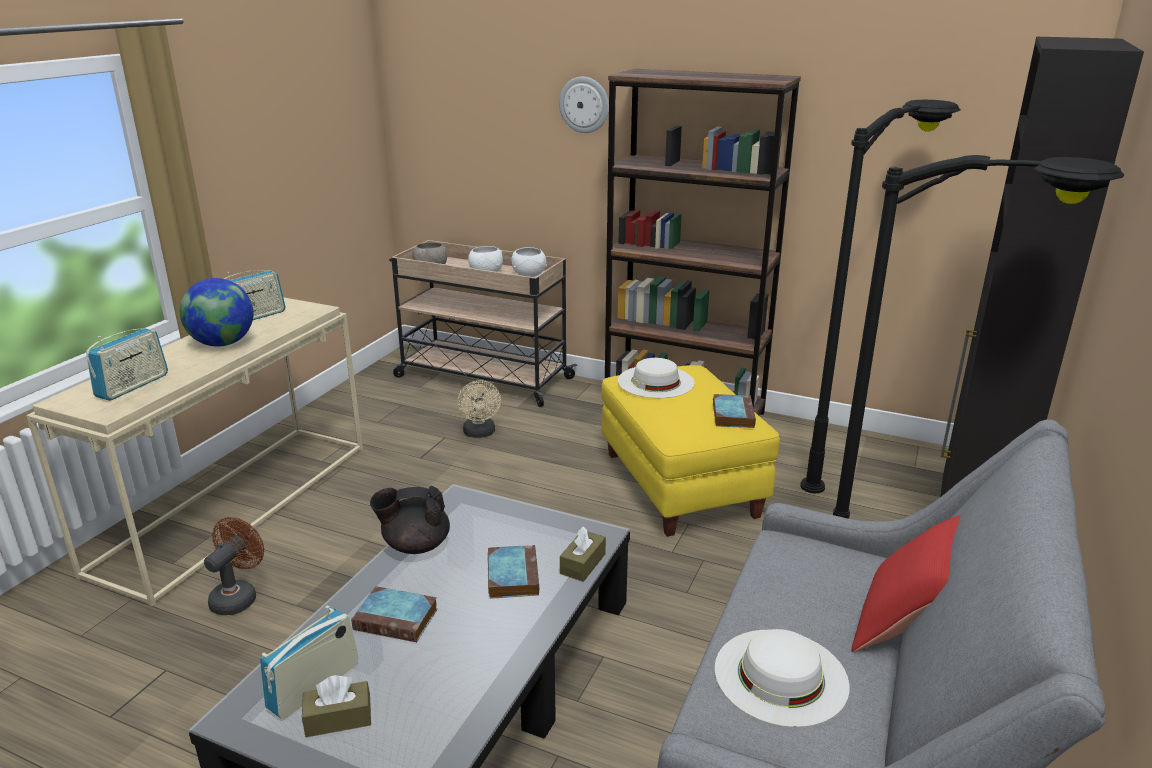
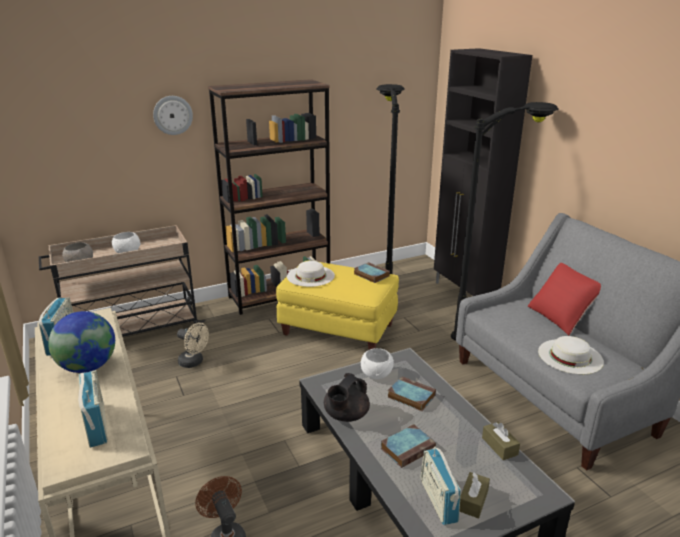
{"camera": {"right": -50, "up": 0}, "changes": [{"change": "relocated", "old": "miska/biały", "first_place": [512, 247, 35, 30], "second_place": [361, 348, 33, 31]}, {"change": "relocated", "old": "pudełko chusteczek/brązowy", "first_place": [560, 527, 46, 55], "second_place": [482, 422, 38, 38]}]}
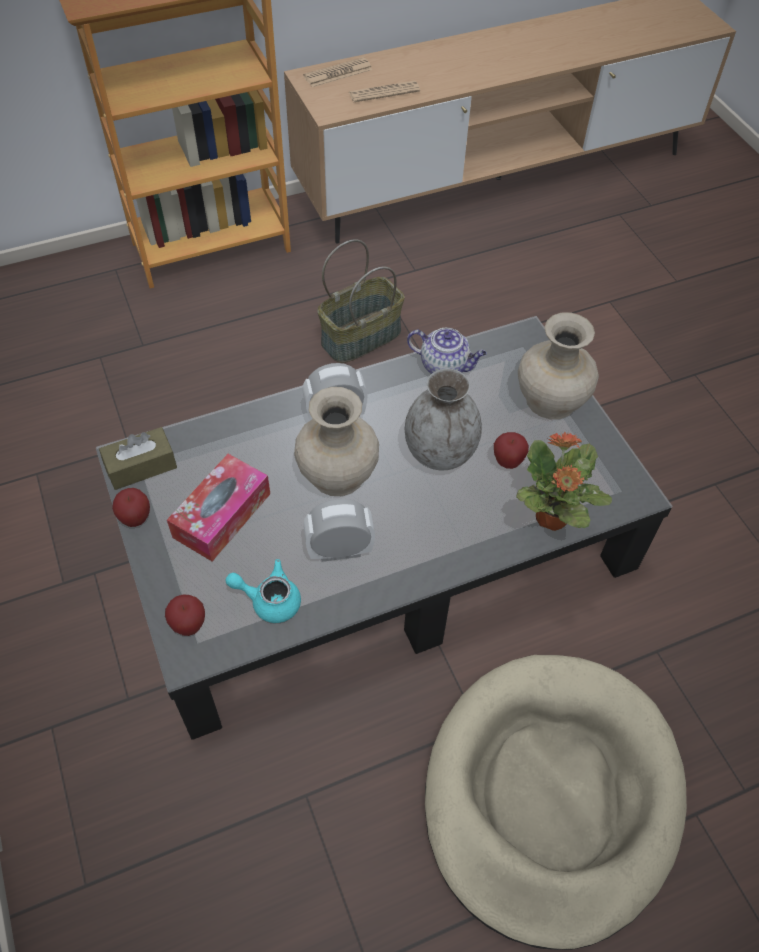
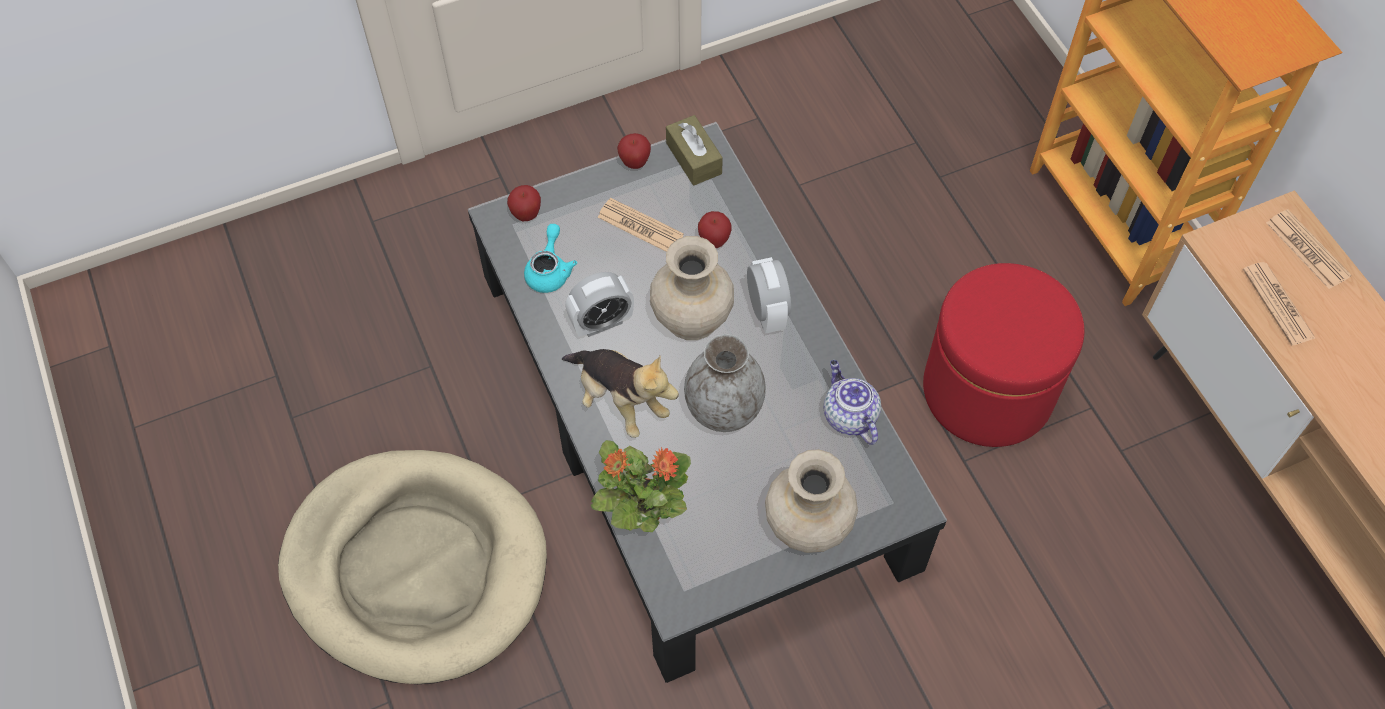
{"camera": {"right": 90, "up": 5}, "changes": [{"change": "appeared", "new": "pluszak", "second_place": [562, 349, 117, 89]}, {"change": "relocated", "old": "jabłko", "first_place": [494, 432, 35, 37], "second_place": [698, 211, 34, 37]}, {"change": "exchanged", "old": "pudełko chusteczek", "new": "gazeta", "first_place": [167, 454, 103, 107], "second_place": [597, 198, 87, 54]}, {"change": "exchanged", "old": "koszyk", "new": "pufa/czerwony", "first_place": [317, 239, 88, 124], "second_place": [923, 263, 161, 184]}, {"change": "spun", "old": "budzik", "first_place": [303, 499, 72, 63], "second_place": [565, 272, 69, 65], "degrees": 75}, {"change": "spun", "old": "imbryk", "first_place": [407, 328, 80, 46], "second_place": [824, 360, 57, 85], "degrees": 135}]}
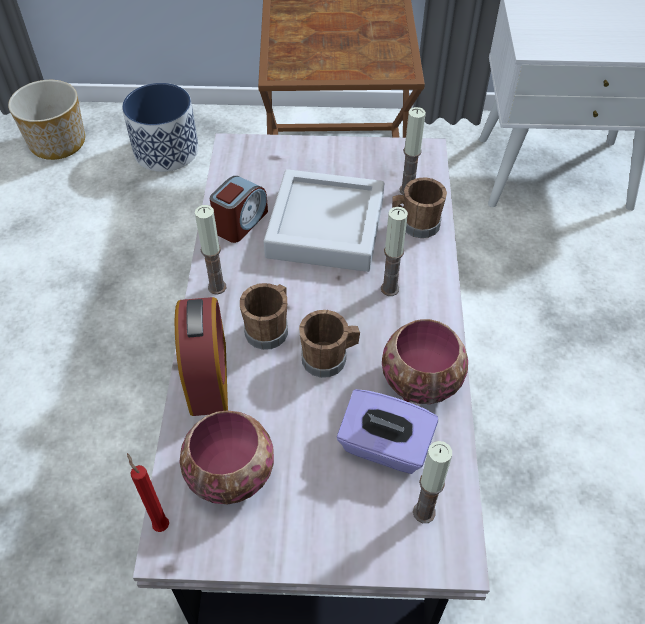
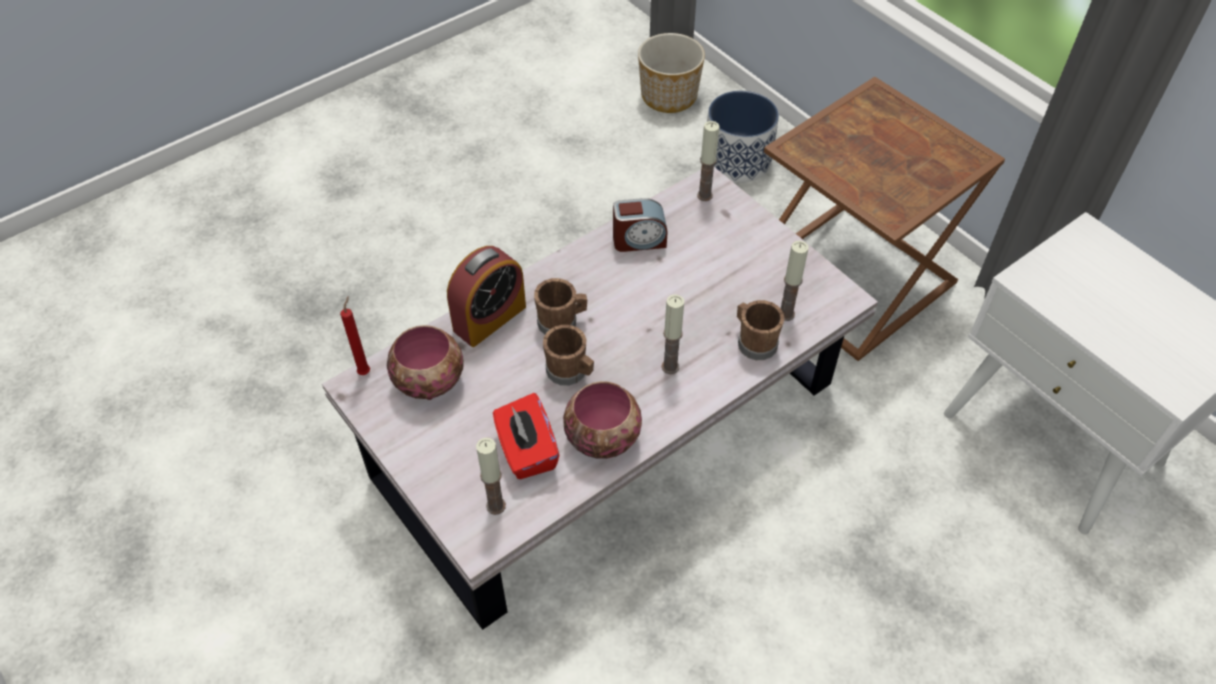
{"camera": {"right": 50, "up": 0}, "changes": [{"change": "missing", "old": "taca/szary", "first_place": [264, 169, 121, 103]}, {"change": "relocated", "old": "świeca", "first_place": [195, 205, 31, 90], "second_place": [697, 121, 23, 80]}, {"change": "colour", "old": "pudełko chusteczek/fioletowy", "new": "pudełko chusteczek/czerwony", "first_place": [337, 389, 101, 85], "second_place": [493, 393, 66, 86]}]}
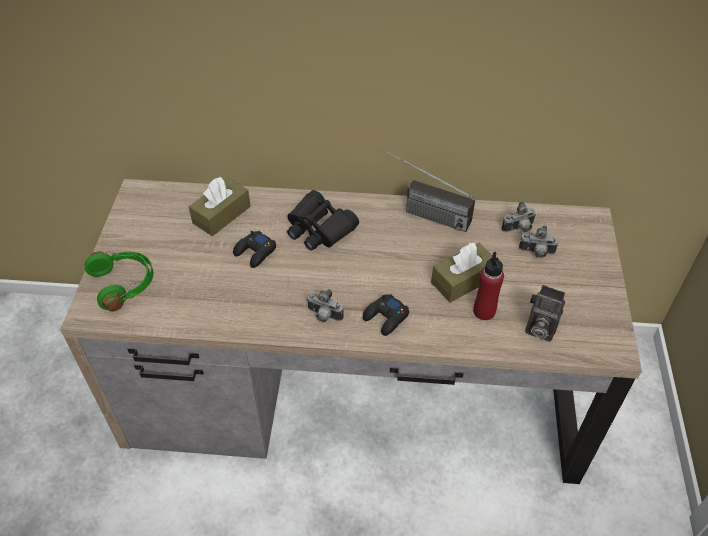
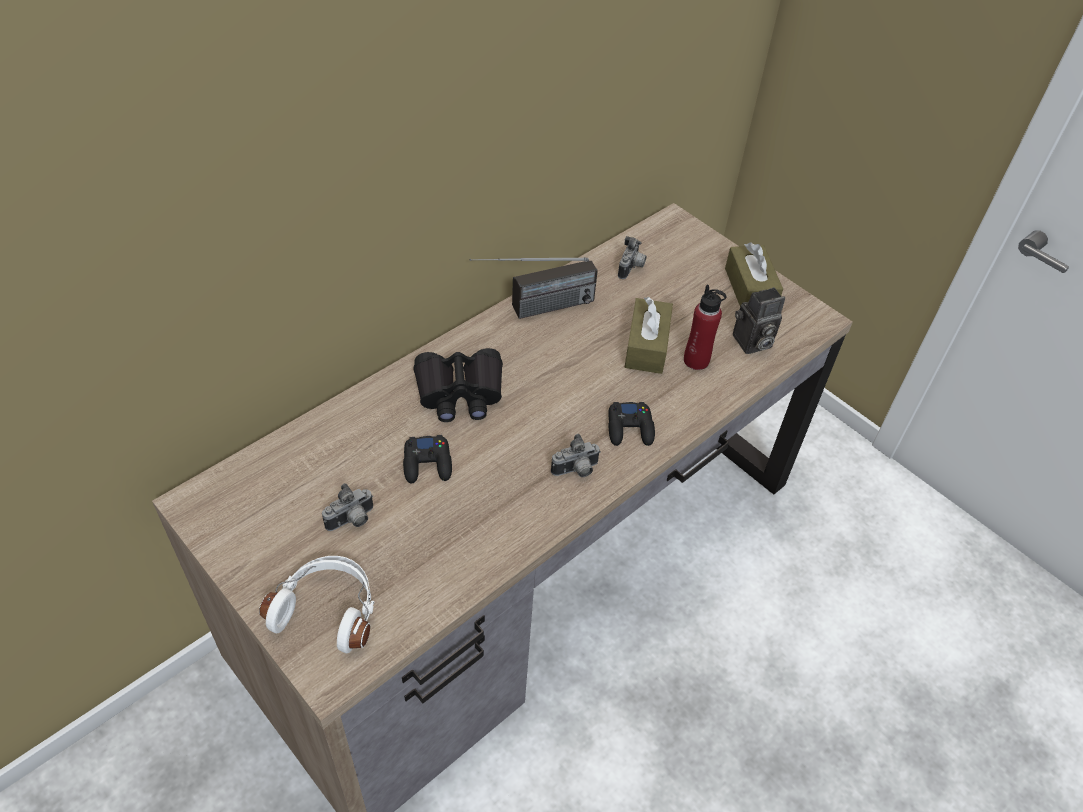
{"camera": {"right": -50, "up": 0}, "changes": [{"change": "relocated", "old": "pudełko chusteczek/brązowy", "first_place": [189, 177, 62, 59], "second_place": [725, 243, 58, 63]}, {"change": "relocated", "old": "aparat fotograficzny", "first_place": [519, 226, 39, 32], "second_place": [322, 483, 51, 48]}, {"change": "colour", "old": "słuchawki/zielony", "new": "słuchawki/biały", "first_place": [85, 251, 69, 61], "second_place": [259, 556, 115, 97]}]}
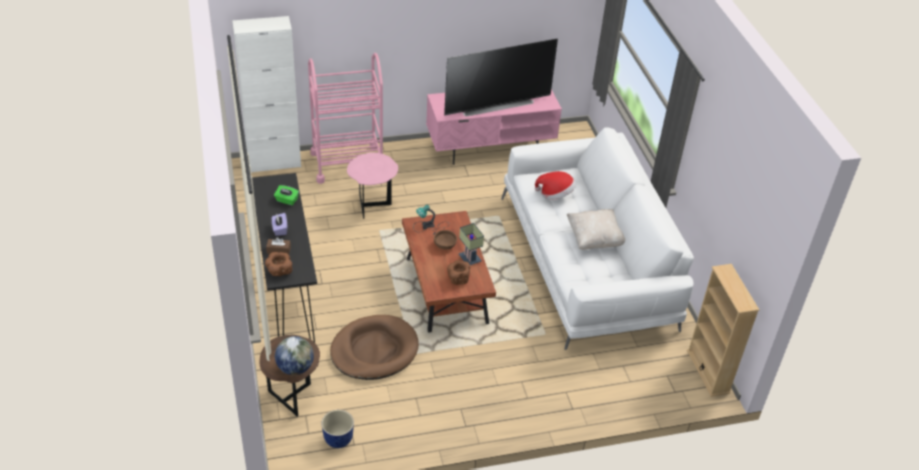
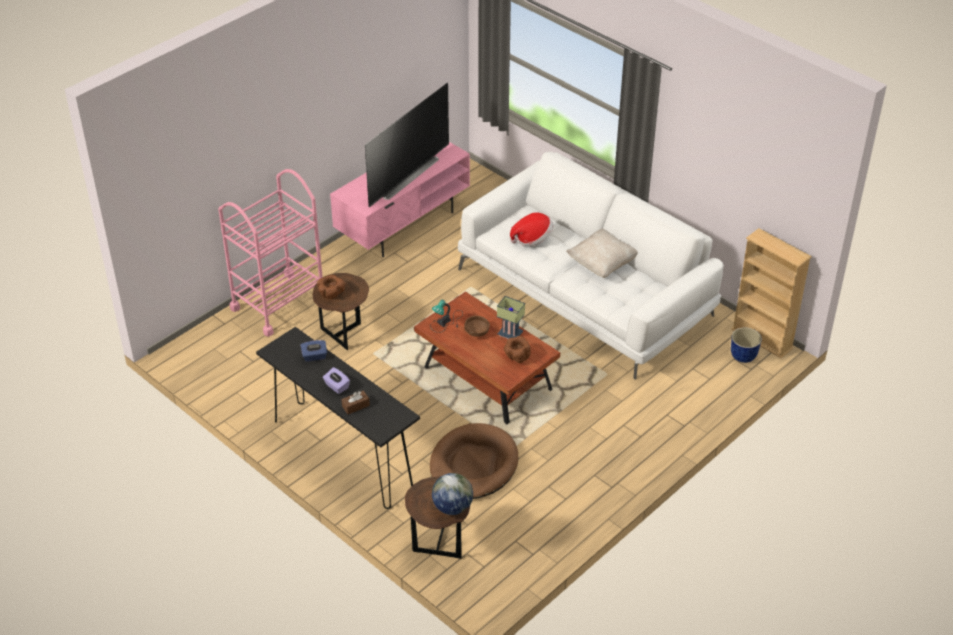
{"camera": {"right": -30, "up": 0}, "changes": [{"change": "missing", "old": "szafka/biały", "first_place": [232, 16, 69, 156]}, {"change": "relocated", "old": "miska/brązowy", "first_place": [265, 252, 27, 24], "second_place": [317, 275, 28, 24]}, {"change": "relocated", "old": "donica", "first_place": [321, 410, 33, 38], "second_place": [731, 327, 31, 36]}, {"change": "colour", "old": "pudełko chusteczek/zielony", "new": "pudełko chusteczek/niebieski", "first_place": [274, 185, 25, 20], "second_place": [301, 340, 26, 22]}, {"change": "colour", "old": "stolik/różowy", "new": "stolik/brązowy", "first_place": [347, 152, 51, 67], "second_place": [312, 273, 57, 77]}]}
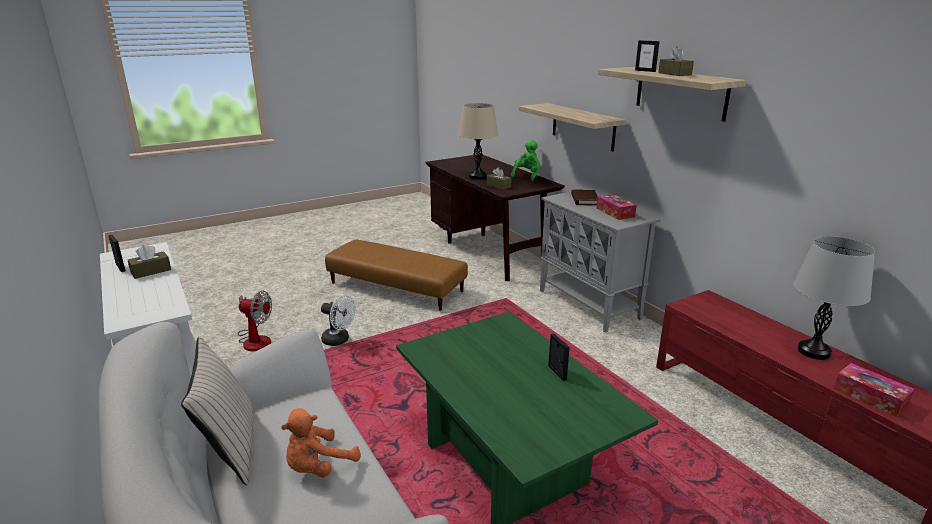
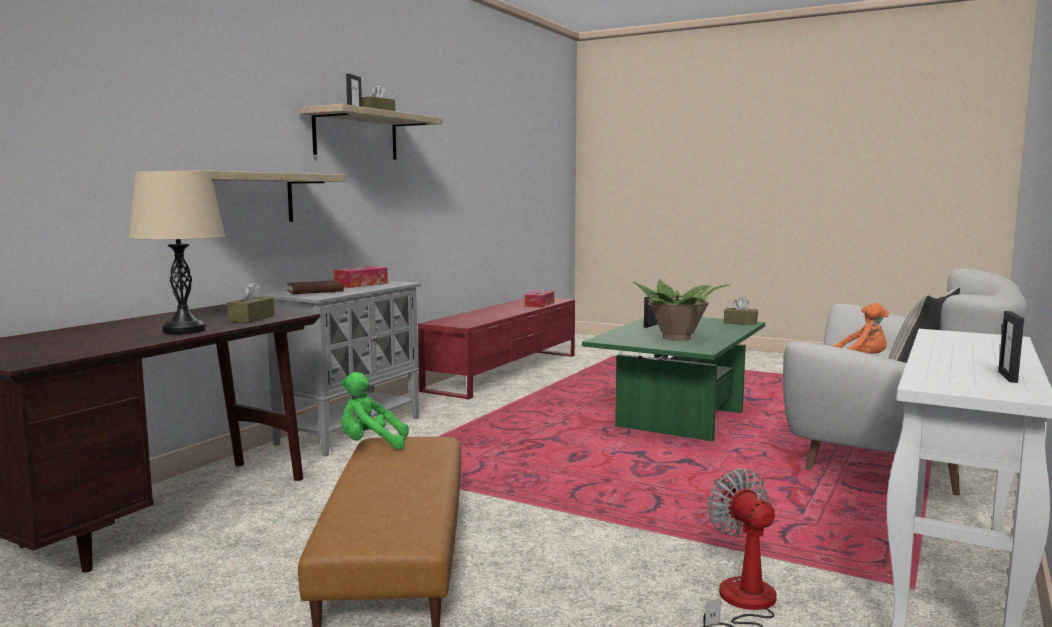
{"camera": {"right": -120, "up": -15}, "changes": [{"change": "missing", "old": "wentylator/biały", "first_place": [321, 295, 35, 51]}, {"change": "missing", "old": "lampa stołowa/szary", "first_place": [794, 236, 81, 124]}, {"change": "appeared", "new": "roślina doniczkowa", "second_place": [634, 279, 98, 62]}, {"change": "relocated", "old": "pudełko chusteczek/brązowy", "first_place": [128, 244, 43, 35], "second_place": [724, 297, 34, 28]}, {"change": "relocated", "old": "pluszak/zielony", "first_place": [511, 140, 30, 41], "second_place": [341, 372, 68, 77]}]}
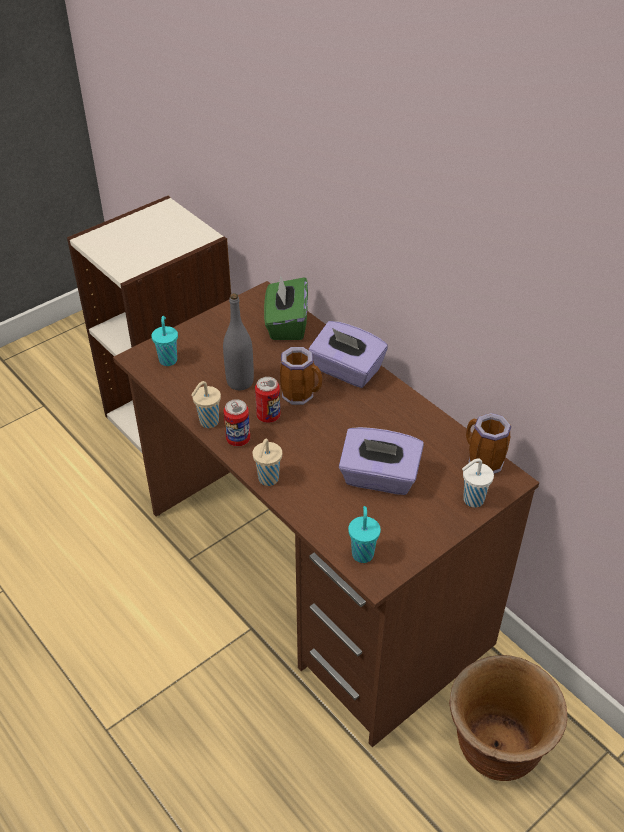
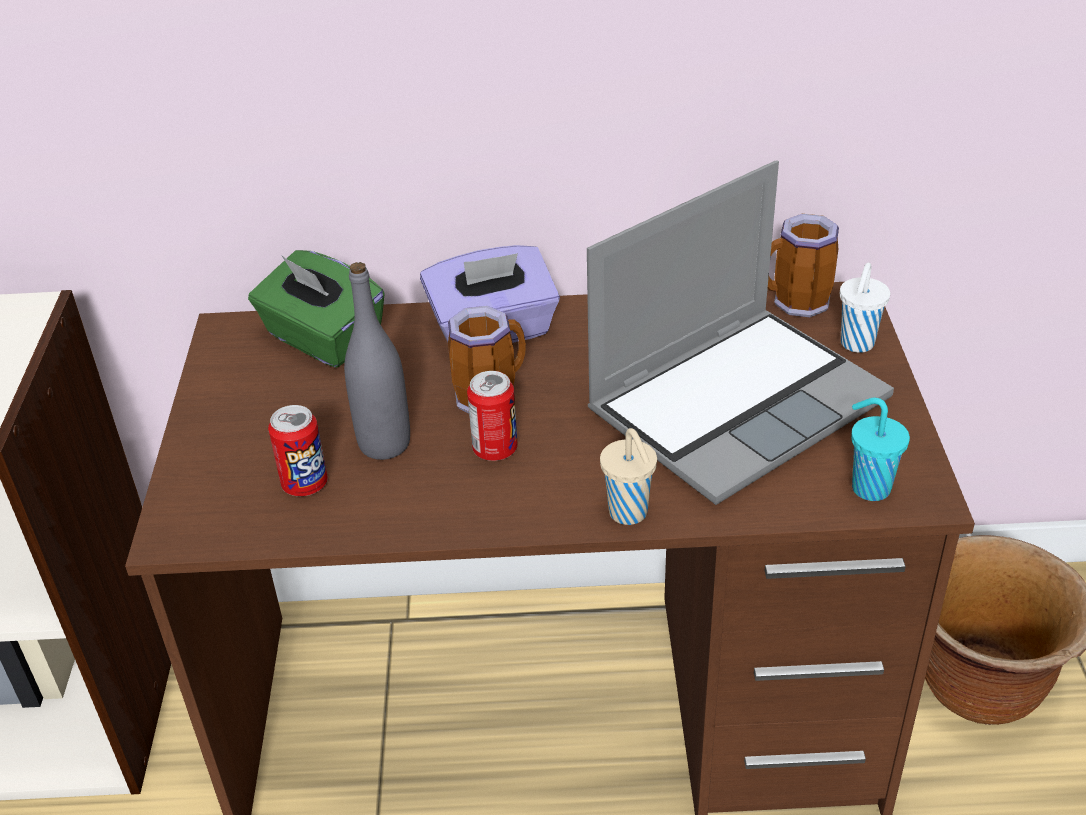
{"camera": {"right": -50, "up": -5}, "changes": [{"change": "missing", "old": "filiżanka/turkusowy", "first_place": [151, 316, 27, 50]}, {"change": "missing", "old": "filiżanka/beżowy", "first_place": [191, 381, 30, 47]}, {"change": "relocated", "old": "puszka", "first_place": [224, 399, 26, 47], "second_place": [268, 405, 60, 91]}, {"change": "exchanged", "old": "pudełko chusteczek/fioletowy", "new": "laptop", "first_place": [339, 427, 85, 68], "second_place": [587, 161, 307, 344]}]}
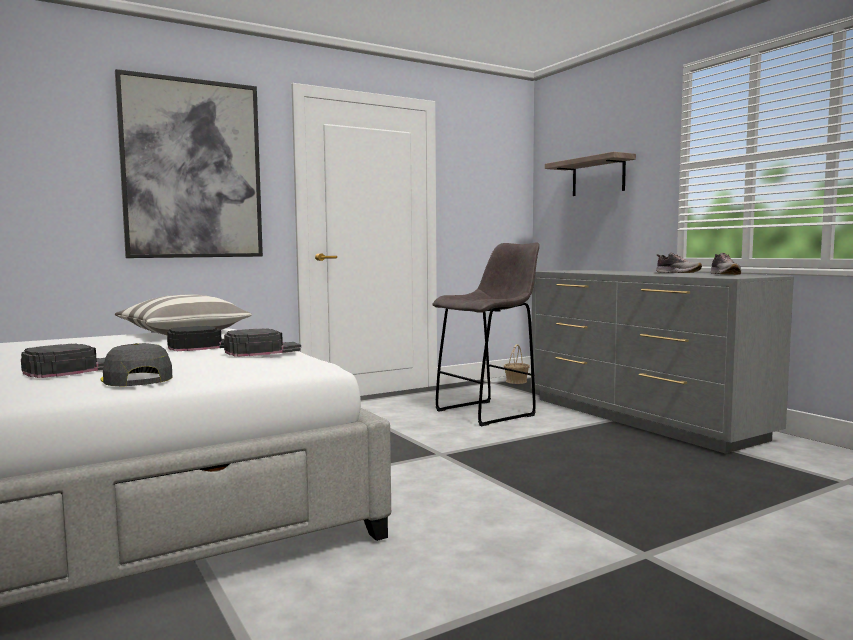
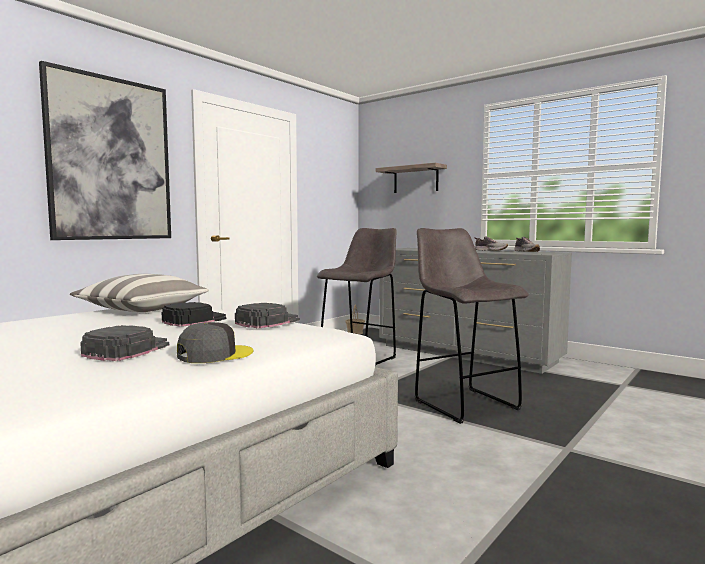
{"camera": {"right": -20, "up": 0}, "changes": [{"change": "appeared", "new": "stołek/szary", "second_place": [415, 228, 114, 196]}, {"change": "spun", "old": "czapka z daszkiem/szary", "first_place": [101, 343, 71, 43], "second_place": [177, 322, 76, 41], "degrees": 105}]}
